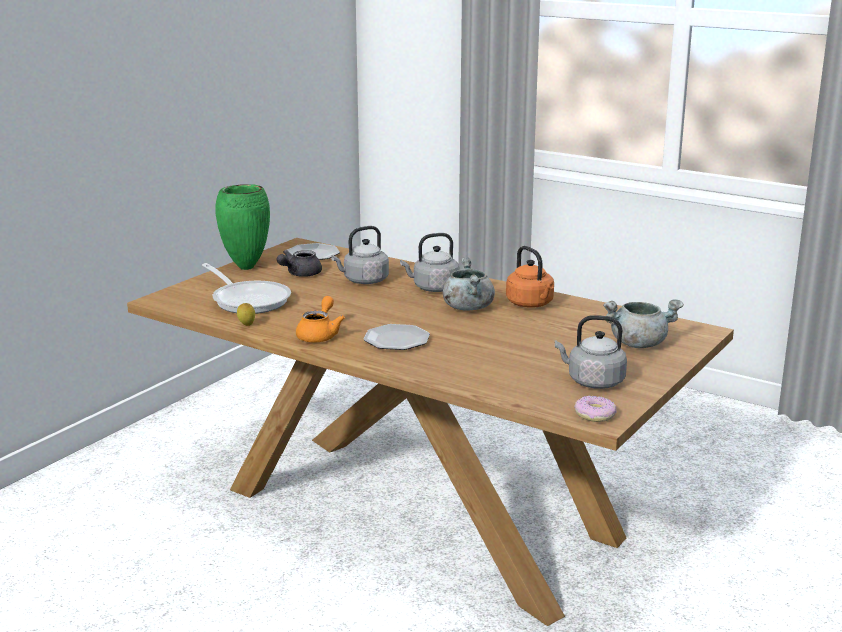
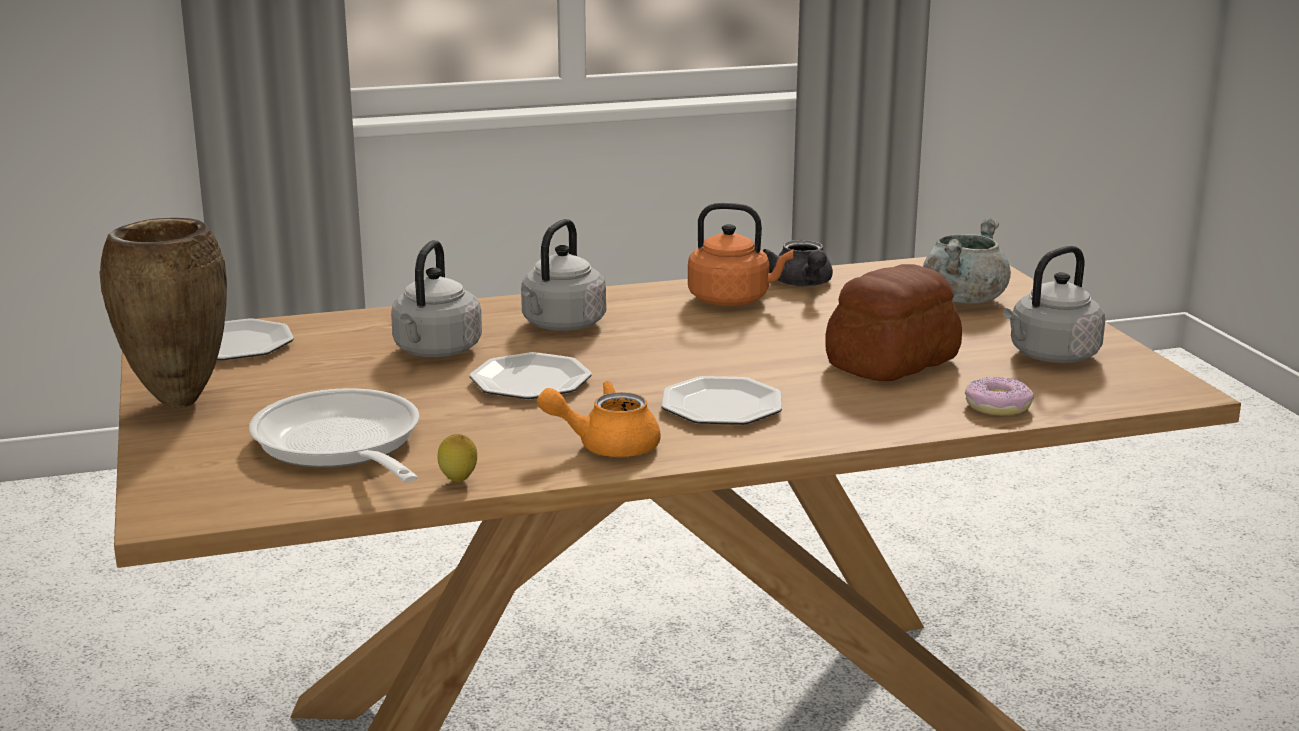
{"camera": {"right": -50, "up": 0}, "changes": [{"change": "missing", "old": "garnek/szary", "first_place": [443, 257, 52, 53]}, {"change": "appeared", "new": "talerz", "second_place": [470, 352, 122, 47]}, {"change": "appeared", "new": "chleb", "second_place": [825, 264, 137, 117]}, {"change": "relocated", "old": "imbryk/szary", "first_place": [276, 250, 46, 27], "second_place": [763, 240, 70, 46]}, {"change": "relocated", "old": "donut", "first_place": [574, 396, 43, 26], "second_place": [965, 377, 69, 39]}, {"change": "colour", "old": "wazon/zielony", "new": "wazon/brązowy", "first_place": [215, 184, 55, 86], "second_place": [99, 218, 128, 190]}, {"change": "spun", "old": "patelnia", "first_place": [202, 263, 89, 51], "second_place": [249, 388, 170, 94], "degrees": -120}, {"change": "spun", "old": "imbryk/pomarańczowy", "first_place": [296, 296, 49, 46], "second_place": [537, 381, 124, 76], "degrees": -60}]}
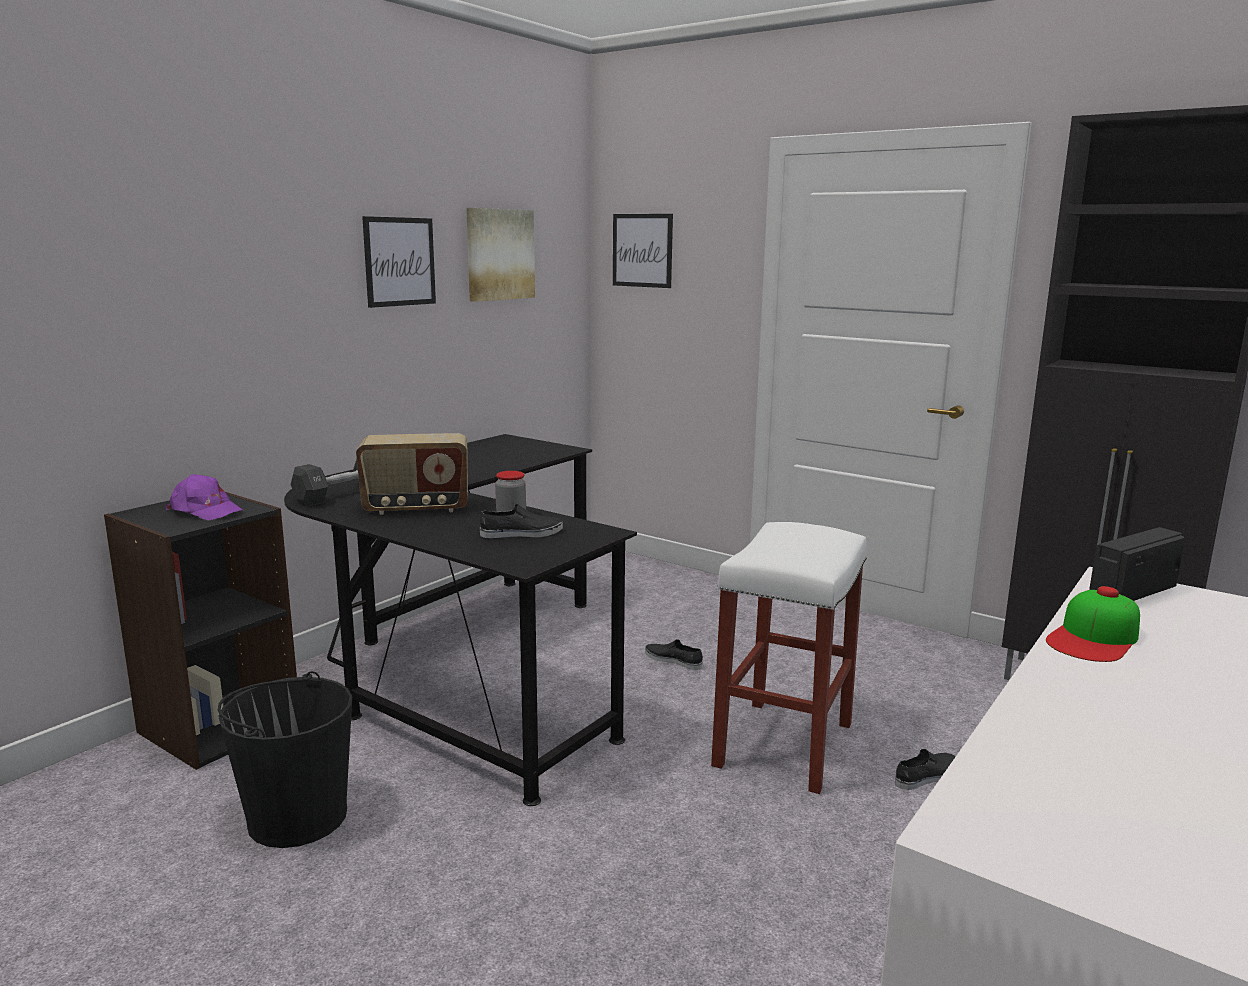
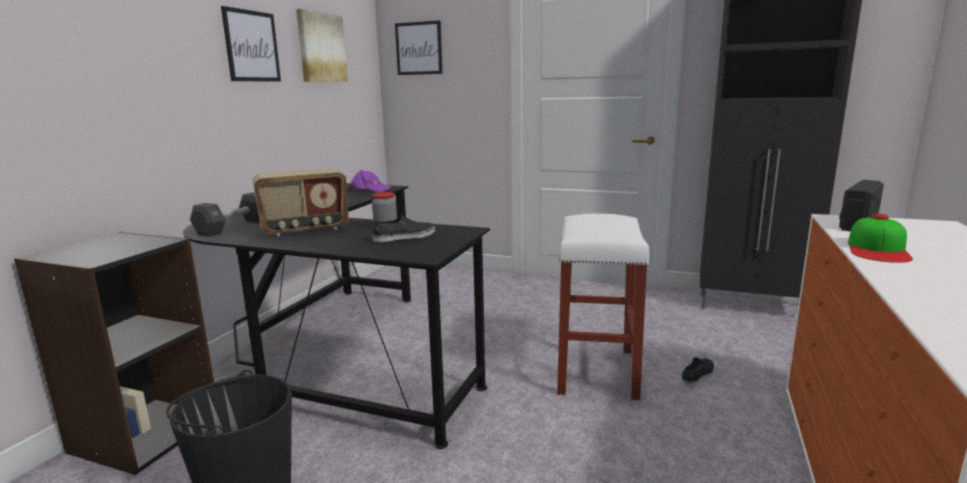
{"camera": {"right": -15, "up": 0}, "changes": [{"change": "missing", "old": "but/czarny", "first_place": [645, 639, 58, 31]}, {"change": "relocated", "old": "czapka z daszkiem/fioletowy", "first_place": [165, 474, 78, 47], "second_place": [348, 170, 43, 22]}]}
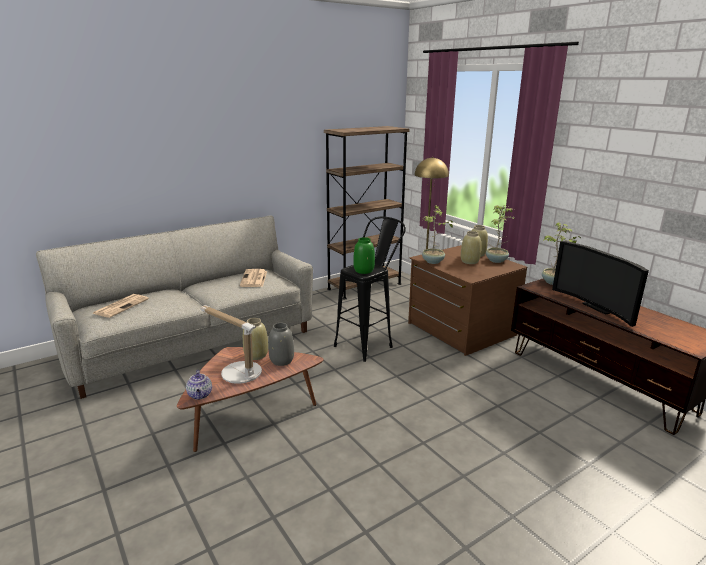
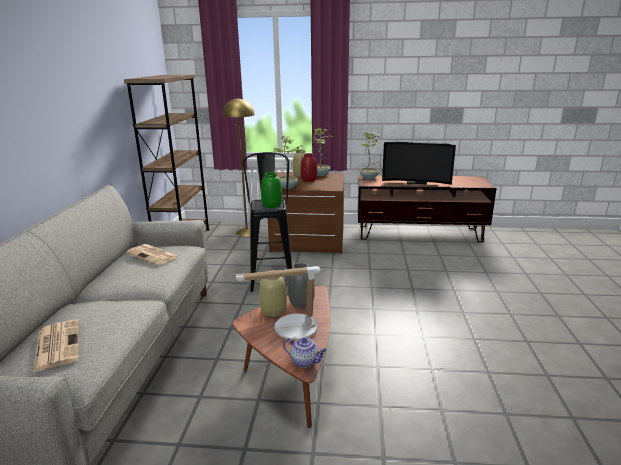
{"camera": {"right": -50, "up": 0}, "changes": [{"change": "colour", "old": "wazon/beżowy", "new": "wazon/czerwony", "first_place": [461, 231, 20, 33], "second_place": [301, 153, 16, 29]}]}
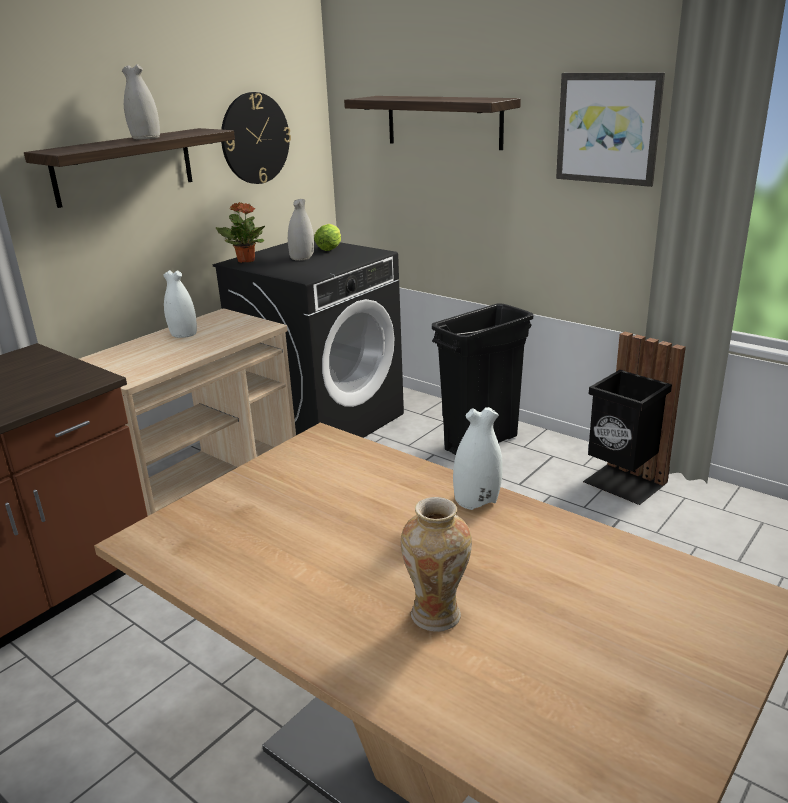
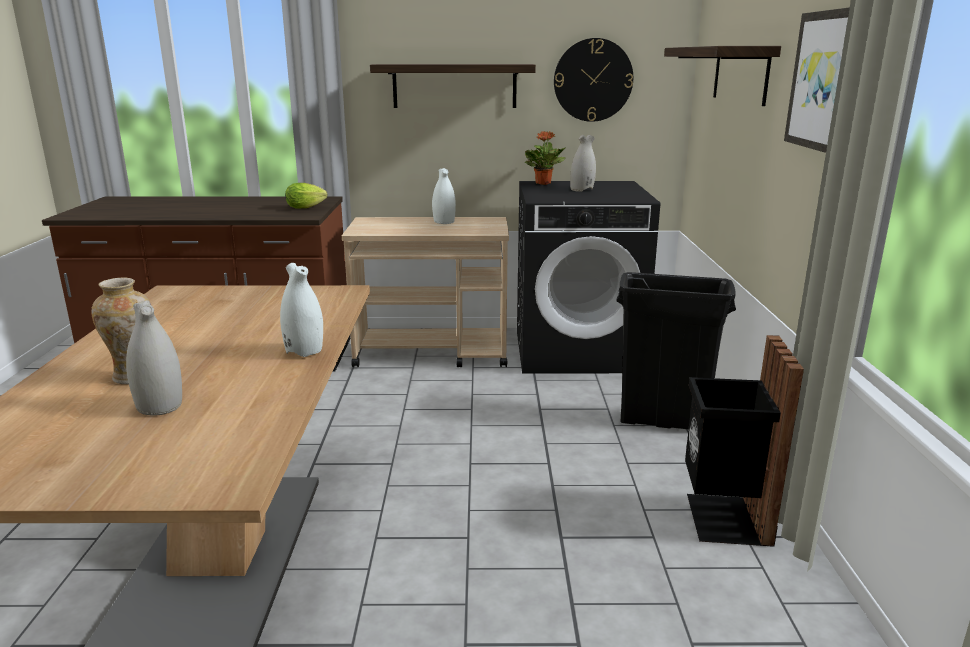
{"camera": {"right": 50, "up": -5}, "changes": [{"change": "relocated", "old": "wazon/biały", "first_place": [122, 64, 38, 75], "second_place": [126, 300, 56, 116]}, {"change": "relocated", "old": "sałata", "first_place": [314, 224, 27, 27], "second_place": [285, 183, 43, 26]}]}
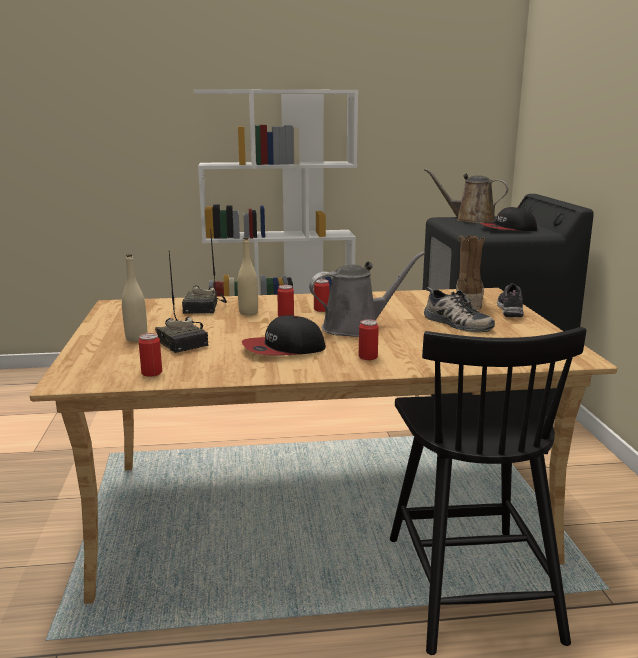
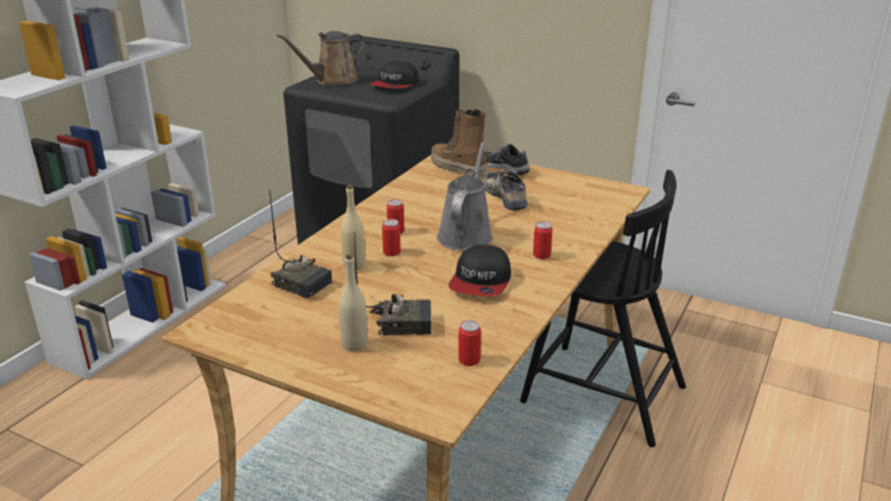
{"camera": {"right": -55, "up": 10}, "changes": [{"change": "spun", "old": "but", "first_place": [424, 287, 71, 46], "second_place": [484, 169, 44, 42], "degrees": -105}]}
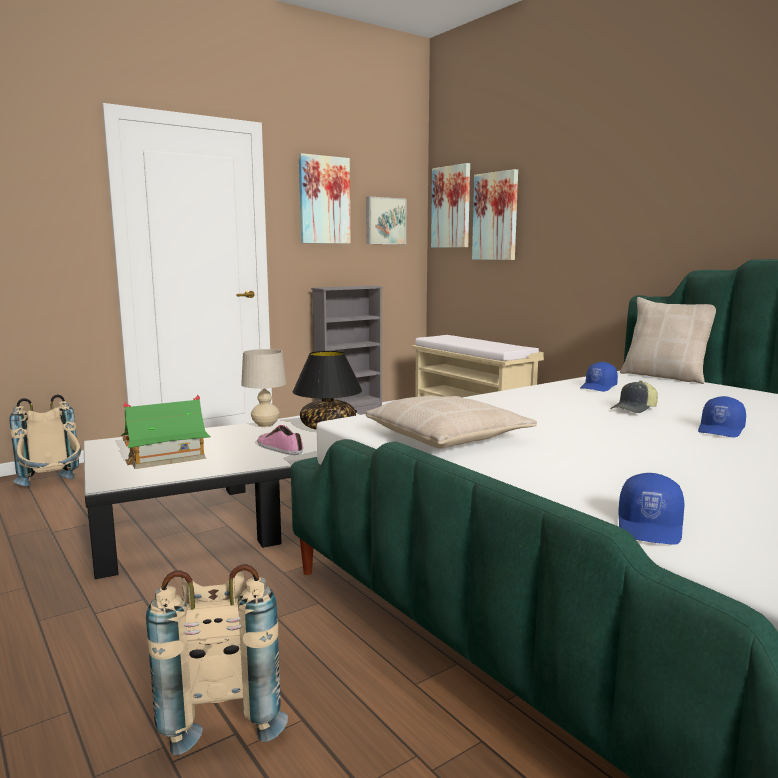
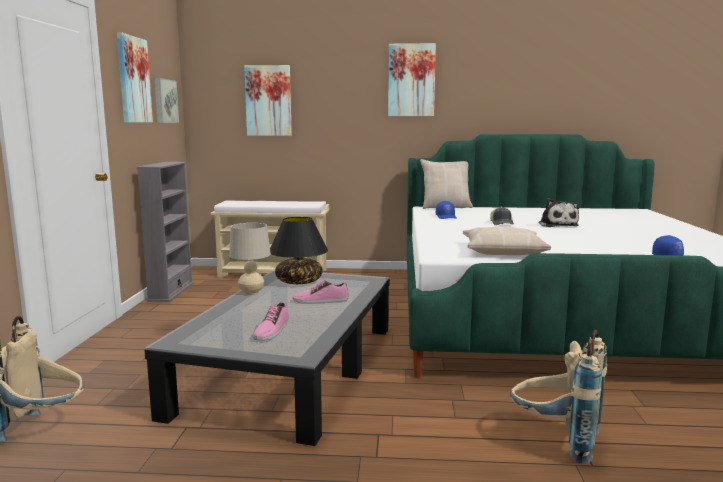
{"camera": {"right": -50, "up": 0}, "changes": [{"change": "relocated", "old": "obraz", "first_place": [431, 163, 39, 85], "second_place": [388, 43, 48, 73]}, {"change": "exchanged", "old": "domek", "new": "but", "first_place": [121, 395, 90, 74], "second_place": [253, 302, 36, 39]}, {"change": "exchanged", "old": "czapka z daszkiem/niebieski", "new": "pluszak", "first_place": [698, 396, 48, 42], "second_place": [538, 198, 41, 29]}]}
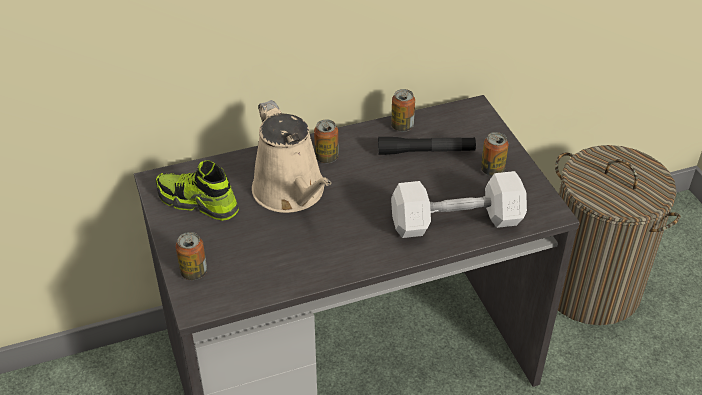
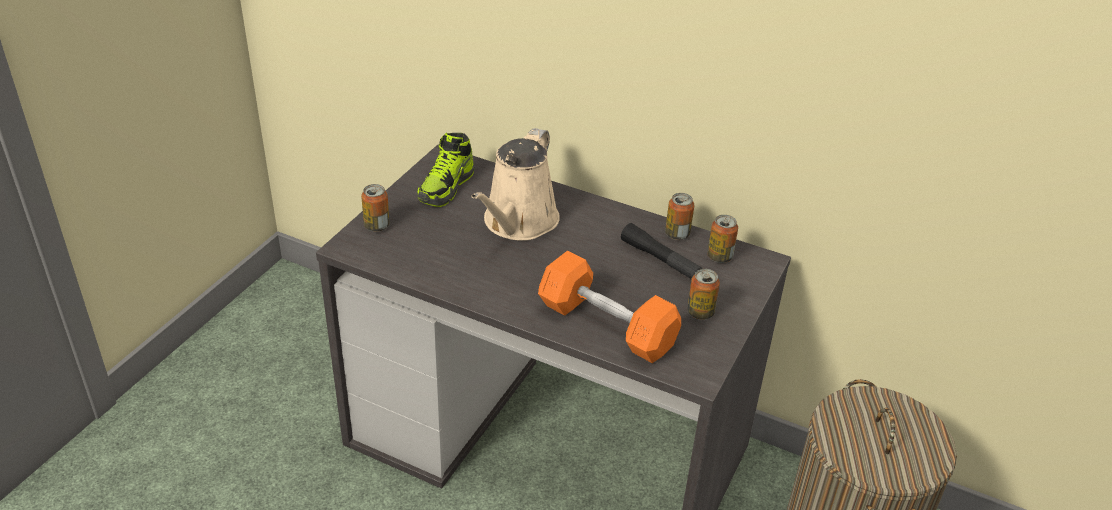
{"camera": {"right": 45, "up": -5}, "changes": [{"change": "relocated", "old": "puszka", "first_place": [314, 120, 25, 43], "second_place": [707, 215, 31, 48]}, {"change": "colour", "old": "hantel/biały", "new": "hantel/pomarańczowy", "first_place": [391, 171, 136, 67], "second_place": [538, 251, 143, 112]}, {"change": "spun", "old": "but", "first_place": [156, 160, 83, 61], "second_place": [417, 133, 57, 74], "degrees": -135}]}
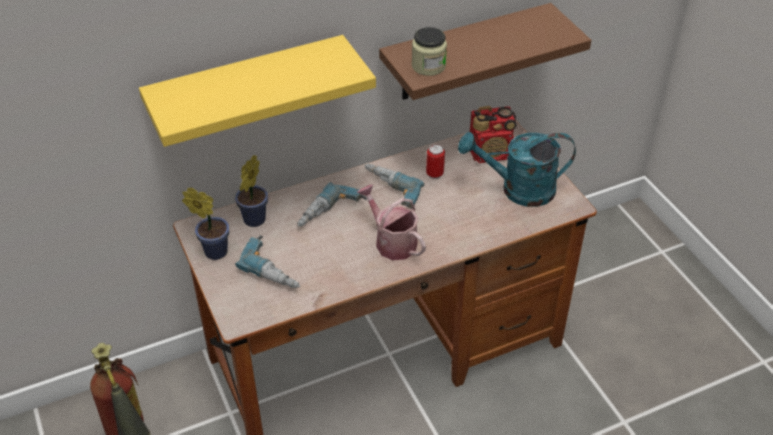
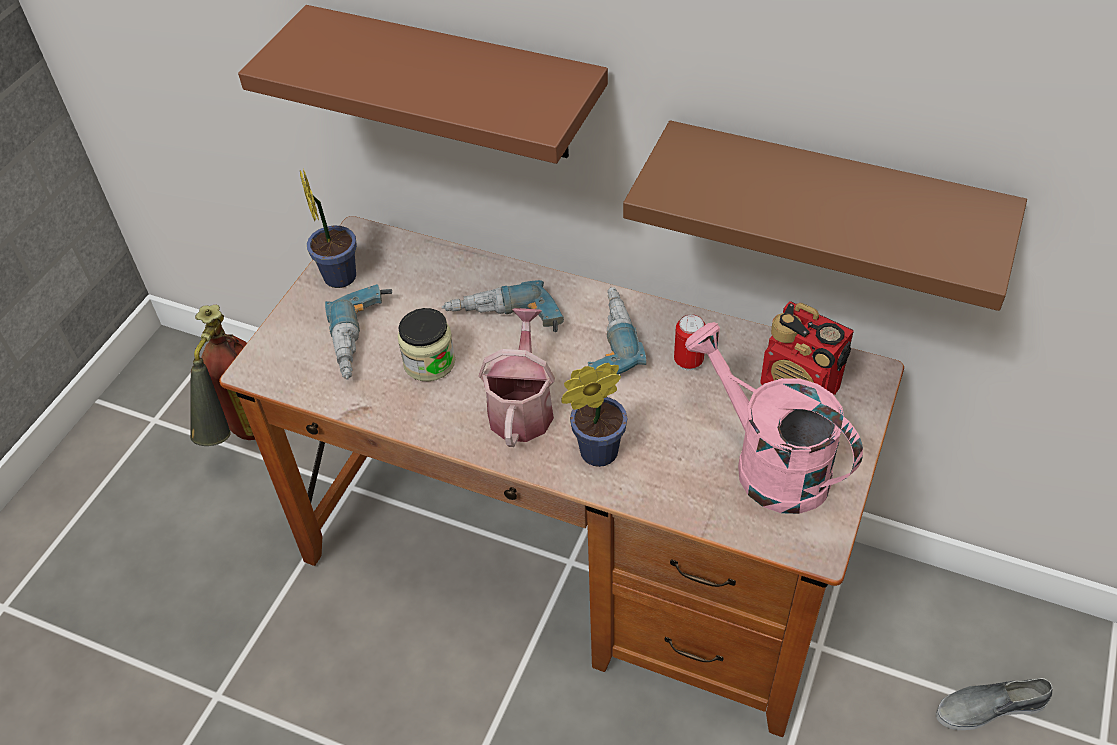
{"camera": {"right": 50, "up": 5}, "changes": [{"change": "appeared", "new": "but/szary", "second_place": [936, 678, 117, 52]}, {"change": "relocated", "old": "roślina doniczkowa", "first_place": [235, 155, 33, 72], "second_place": [561, 363, 67, 104]}, {"change": "relocated", "old": "słoik", "first_place": [412, 27, 35, 49], "second_place": [398, 308, 57, 73]}, {"change": "colour", "old": "półka/żółty", "new": "półka/brązowy", "first_place": [139, 35, 237, 112], "second_place": [238, 5, 370, 159]}, {"change": "colour", "old": "konewka/turkusowy", "new": "konewka/różowy", "first_place": [458, 132, 118, 75], "second_place": [685, 322, 178, 192]}]}
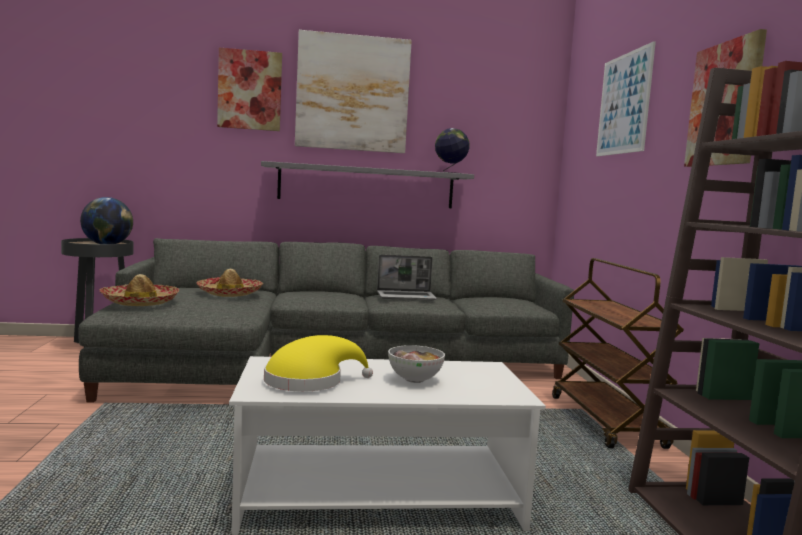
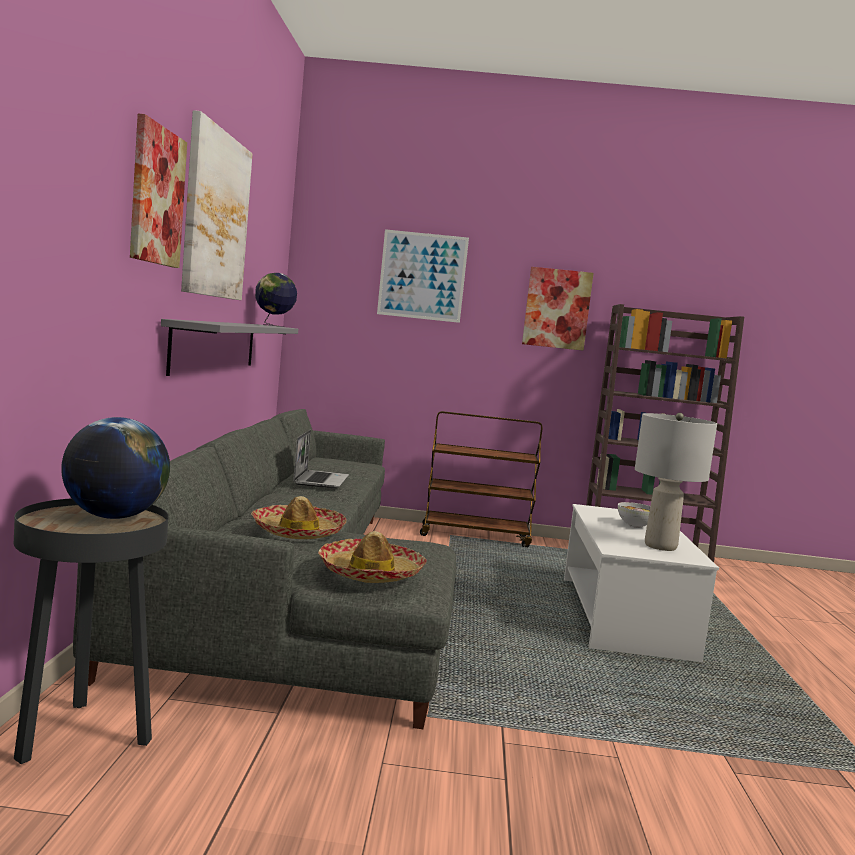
{"camera": {"right": -80, "up": 0}, "changes": [{"change": "exchanged", "old": "kapelusz/żółty", "new": "lampa stołowa/szary", "first_place": [264, 335, 109, 57], "second_place": [635, 413, 82, 138]}]}
